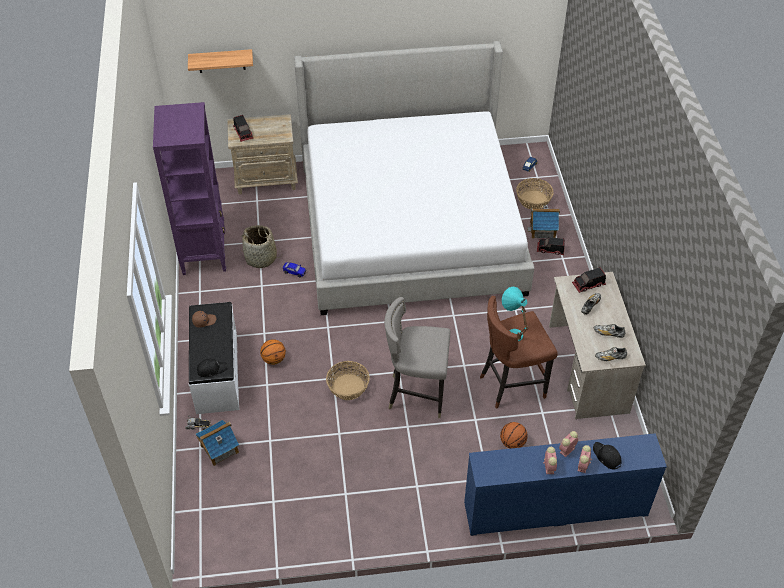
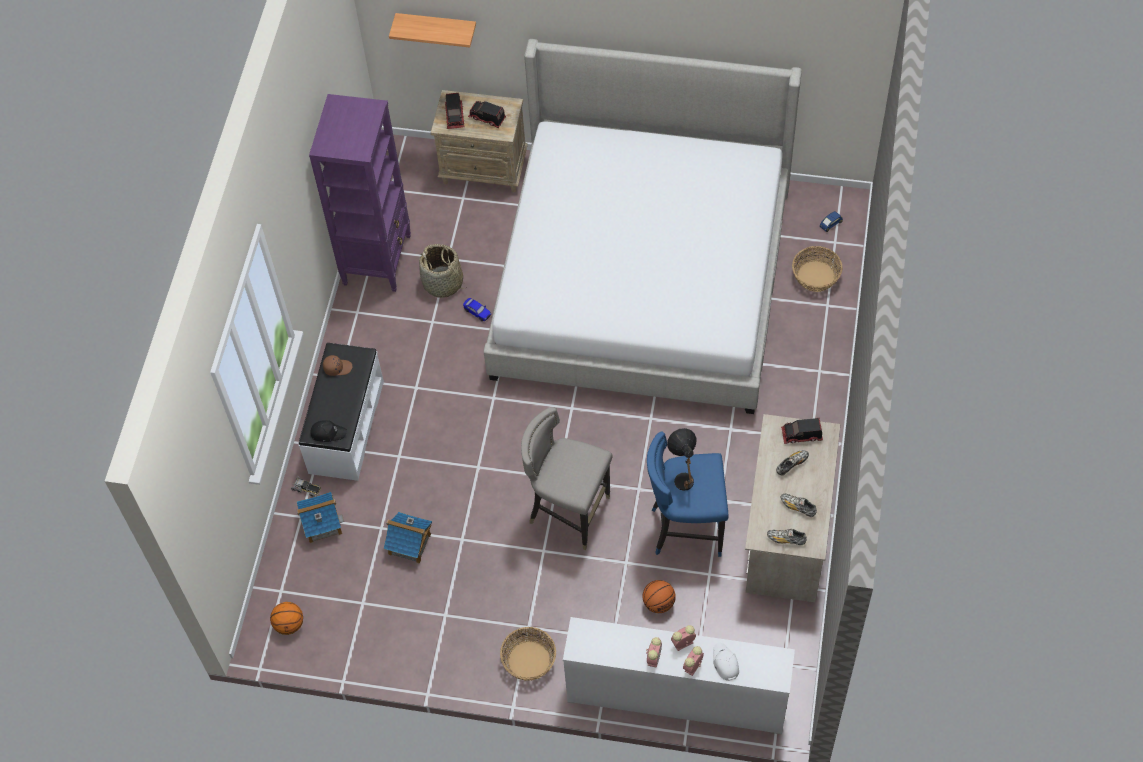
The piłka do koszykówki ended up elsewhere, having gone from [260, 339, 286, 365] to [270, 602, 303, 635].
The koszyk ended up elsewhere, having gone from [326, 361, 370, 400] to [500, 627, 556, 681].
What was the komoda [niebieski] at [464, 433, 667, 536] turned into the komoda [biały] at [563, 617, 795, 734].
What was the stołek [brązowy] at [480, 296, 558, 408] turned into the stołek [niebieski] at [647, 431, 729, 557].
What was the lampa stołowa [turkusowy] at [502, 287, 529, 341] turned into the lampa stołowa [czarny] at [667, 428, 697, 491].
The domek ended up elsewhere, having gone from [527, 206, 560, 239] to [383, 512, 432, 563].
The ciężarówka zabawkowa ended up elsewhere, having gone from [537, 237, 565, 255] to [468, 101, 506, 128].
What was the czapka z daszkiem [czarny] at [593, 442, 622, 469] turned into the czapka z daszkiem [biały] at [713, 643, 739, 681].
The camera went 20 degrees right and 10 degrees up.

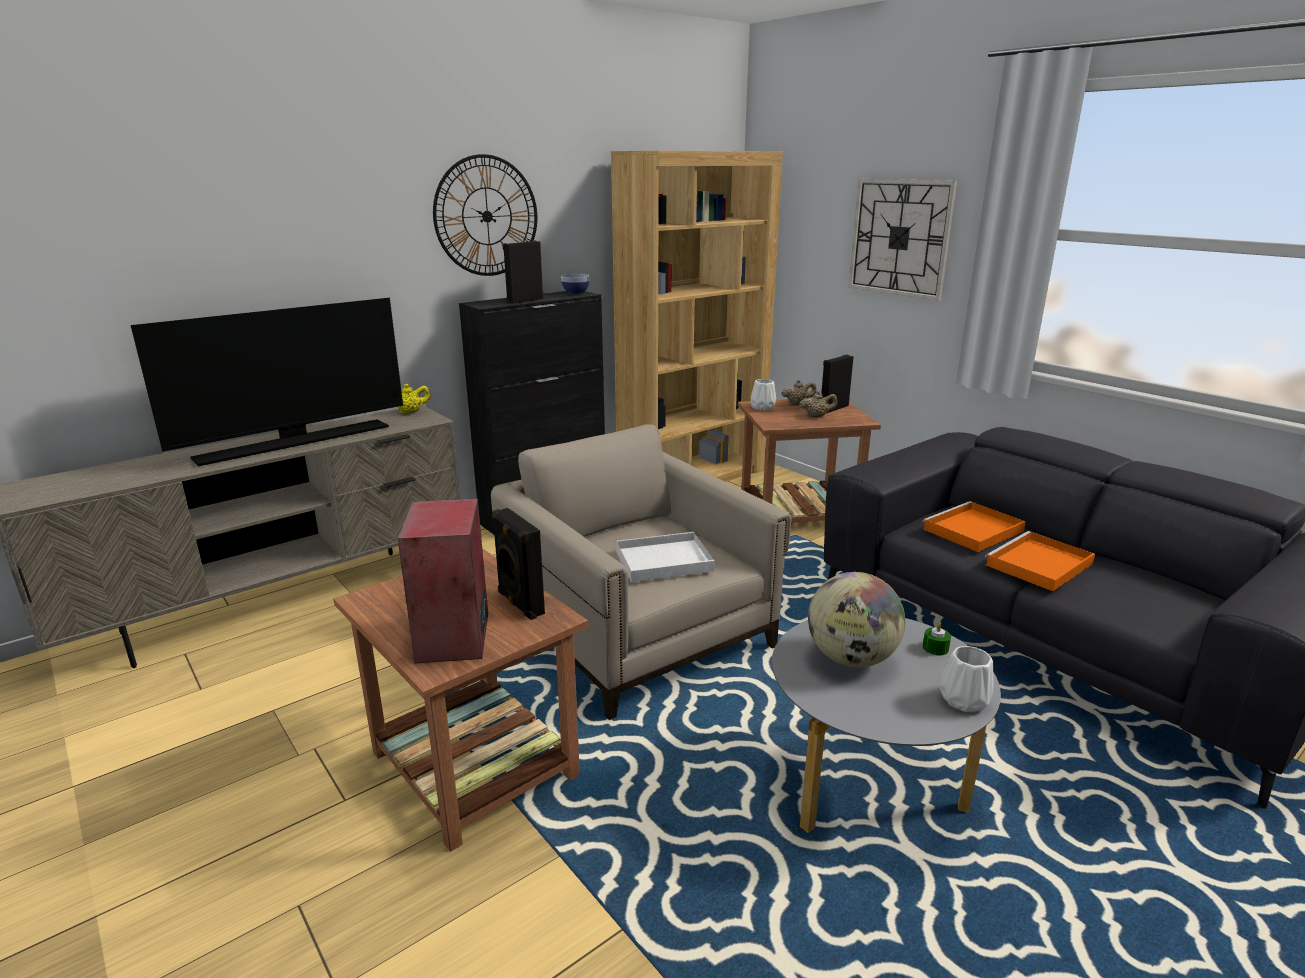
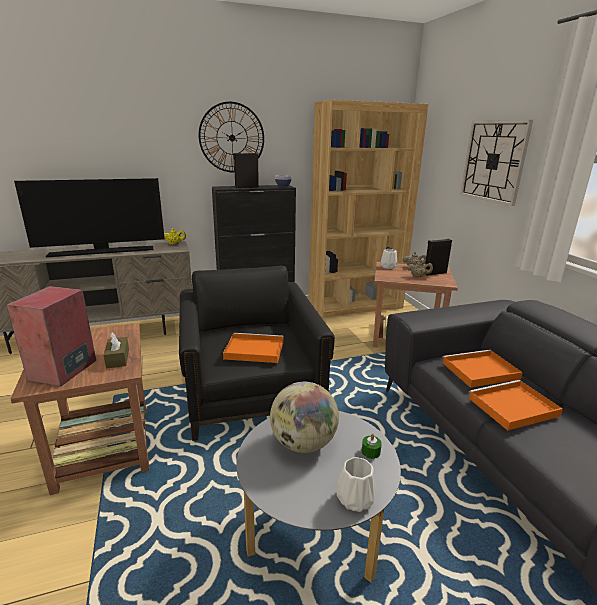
What was the fotel [beżowy] at [491, 424, 792, 720] turned into the fotel [czarny] at [179, 266, 335, 441].
Where the głośnik [czarny] stood at [492, 508, 545, 620], the pudełko chusteczek [brązowy] came to stand at [104, 332, 129, 369].
What was the taca [biały] at [616, 532, 715, 582] turned into the taca [pomarańczowy] at [223, 333, 284, 363].
The camera went 20 degrees right and 0 degrees up.

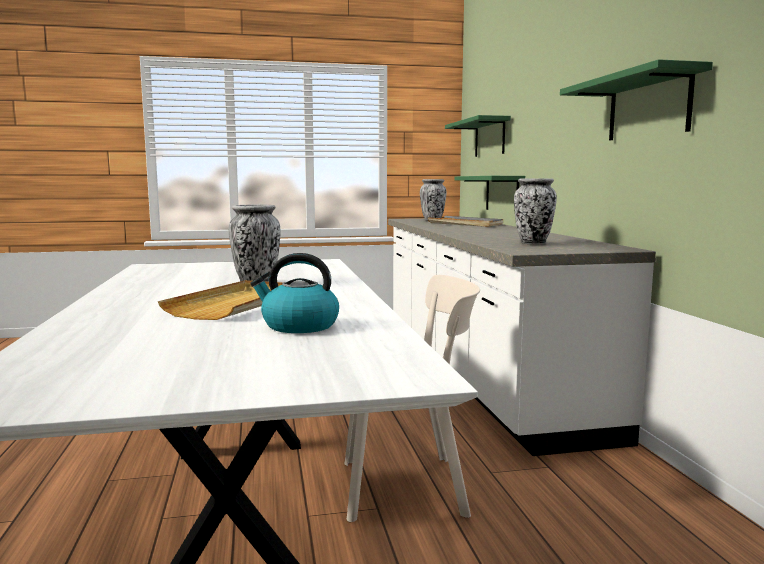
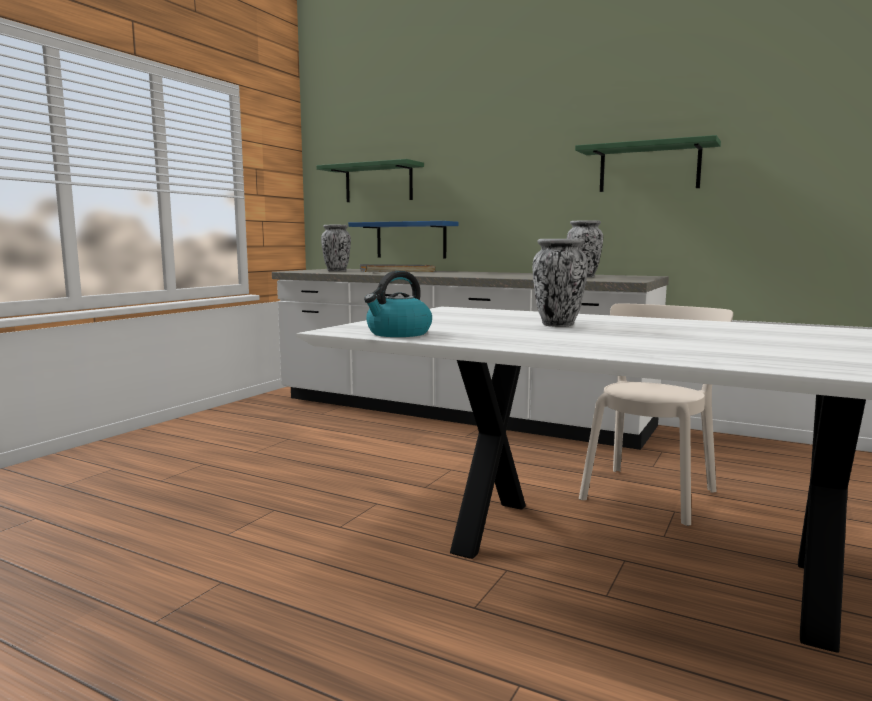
The second view lost the taca [beżowy] at [158, 280, 284, 320].
The czajnik ended up elsewhere, having gone from [250, 253, 339, 333] to [364, 271, 432, 337].
What was the półka [zielony] at [455, 176, 525, 210] turned into the półka [niebieski] at [348, 221, 458, 258].
The camera went 50 degrees left and 0 degrees up.

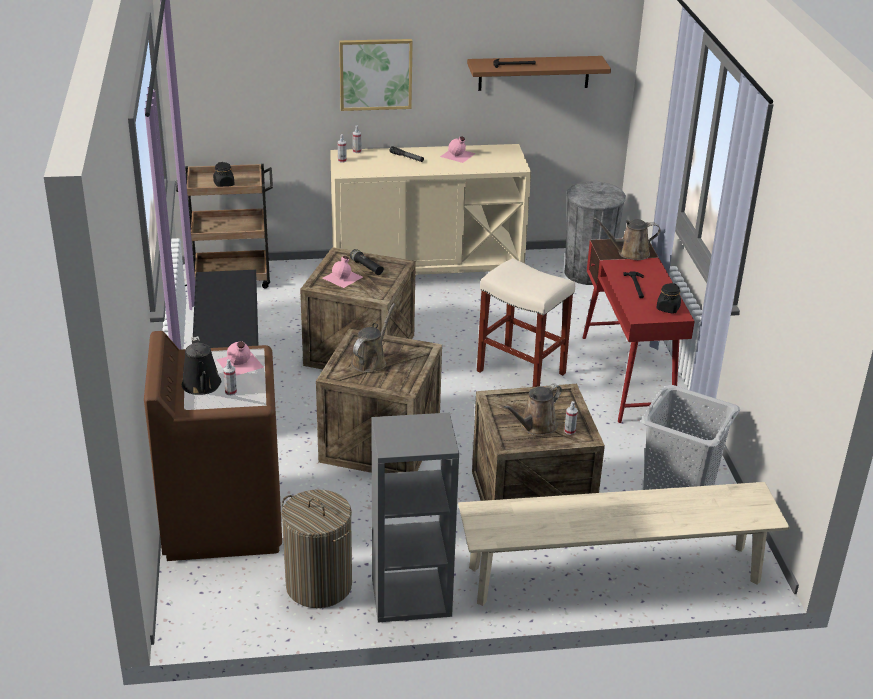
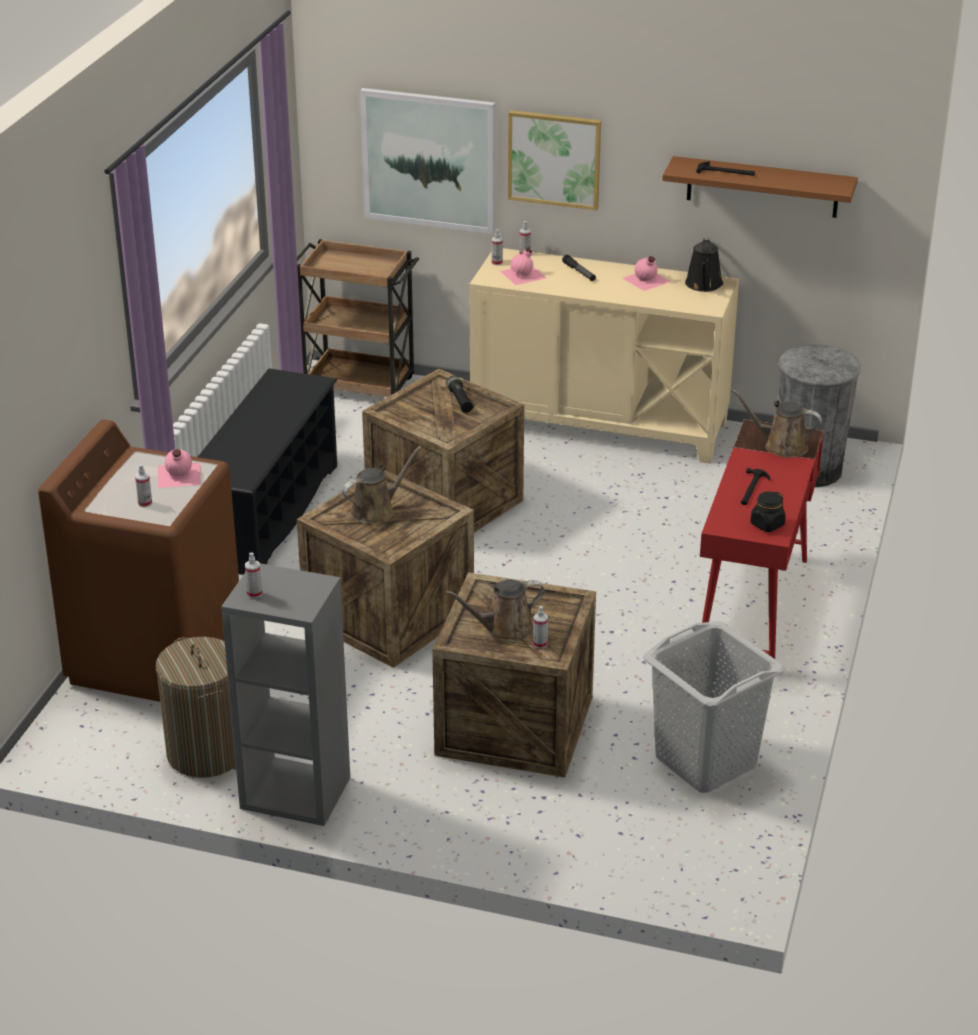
The konewka [czarny] ended up elsewhere, having gone from [182, 336, 221, 395] to [685, 238, 723, 292].
The second view lost the słoik [czarny] at [213, 162, 234, 187].
The butelka [różowy] ended up elsewhere, having gone from [323, 256, 363, 288] to [500, 249, 546, 285].
The second view lost the ławka [beżowy] at [458, 482, 790, 606].
The second view lost the stołek [beżowy] at [477, 258, 575, 387].
The second view gained the spryskiwacz at [245, 552, 262, 598].
The second view gained the obraz at [360, 88, 495, 234].
The camera went 25 degrees right and 0 degrees up.

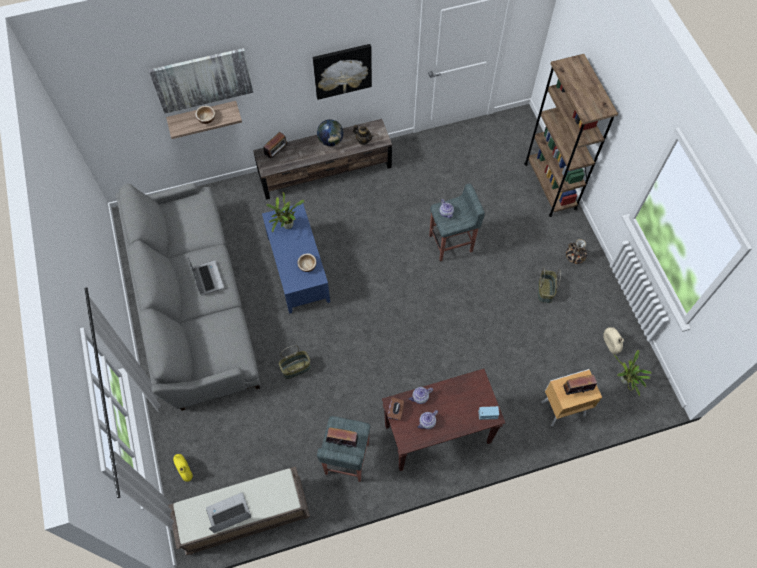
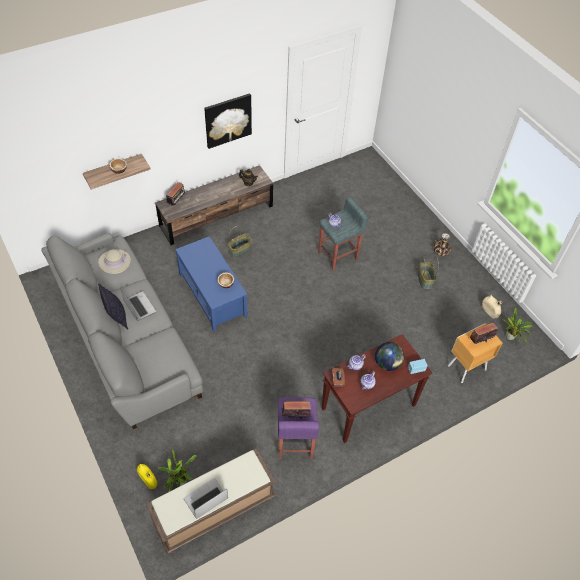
The second view lost the obraz at [149, 48, 253, 113].
The roślina doniczkowa ended up elsewhere, having gone from [266, 192, 305, 232] to [158, 450, 196, 492].
The koszyk ended up elsewhere, having gone from [279, 345, 311, 379] to [228, 226, 252, 258].
The globus ended up elsewhere, having gone from [317, 119, 343, 146] to [375, 342, 404, 371].
What was the stołek [szary] at [317, 416, 370, 482] turned into the stołek [fioletowy] at [278, 397, 319, 459].
The second view lost the regał [brązowy] at [524, 54, 618, 217].
The second view gained the kapelusz [beżowy] at [98, 249, 131, 274].
The second view gained the poduszka at [98, 284, 128, 330].
The camera went 15 degrees left and 10 degrees down.

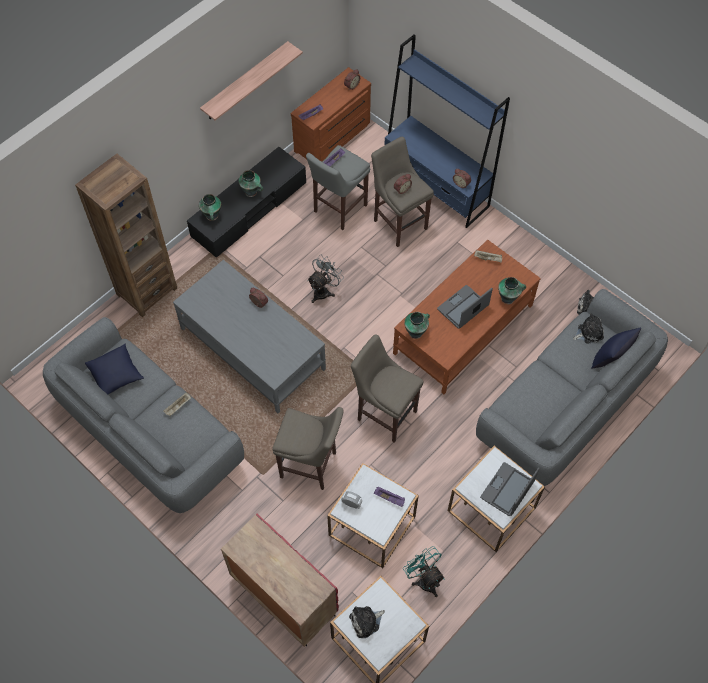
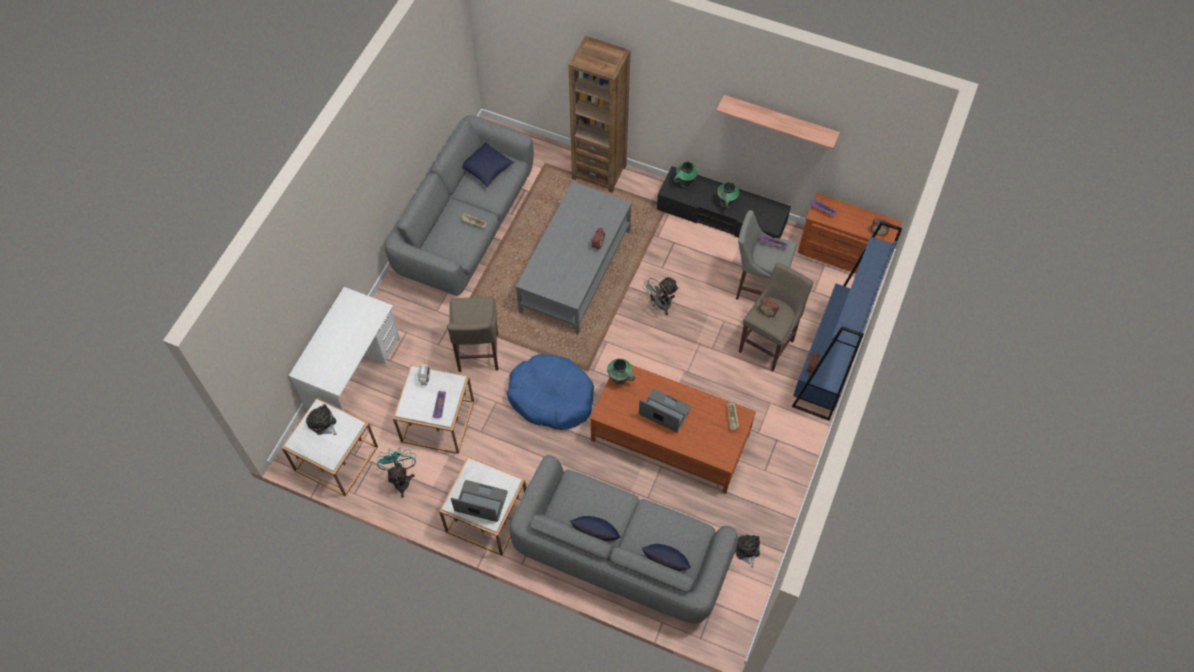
Where the szafka [czerwony] stood at [221, 513, 339, 647], the biurko [biały] came to stand at [288, 287, 400, 411].
The wentylator [szary] at [307, 255, 343, 303] ended up facing another way, 120 degrees clockwise from before.
Where the stołek [beżowy] stood at [351, 334, 424, 443], the legowisko [niebieski] came to stand at [507, 354, 594, 430].
The wentylator [turkusowy] at [403, 546, 445, 597] ended up facing another way, 45 degrees counterclockwise from before.
The second view lost the wazon at [498, 277, 526, 304].
The second view lost the pluszak at [573, 313, 604, 344].
The second view gained the poduszka [niebieski] at [570, 516, 620, 541].
The camera went 70 degrees right and 0 degrees up.

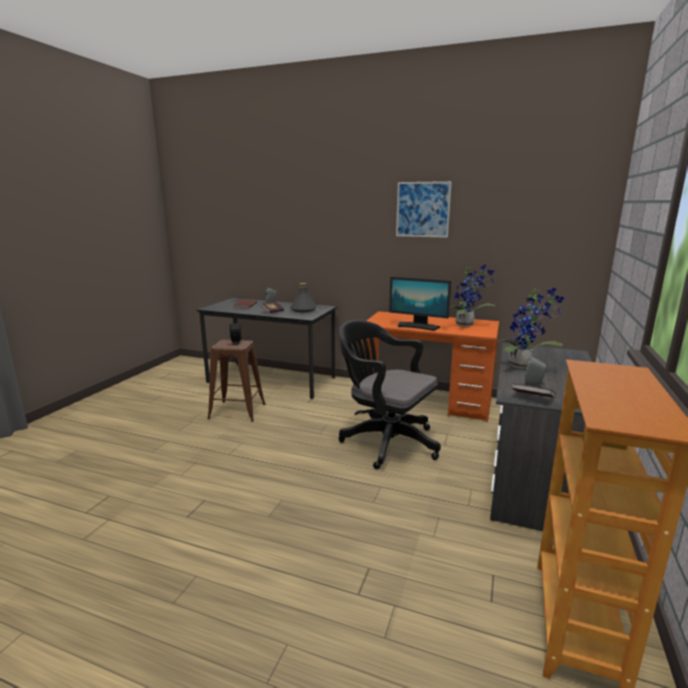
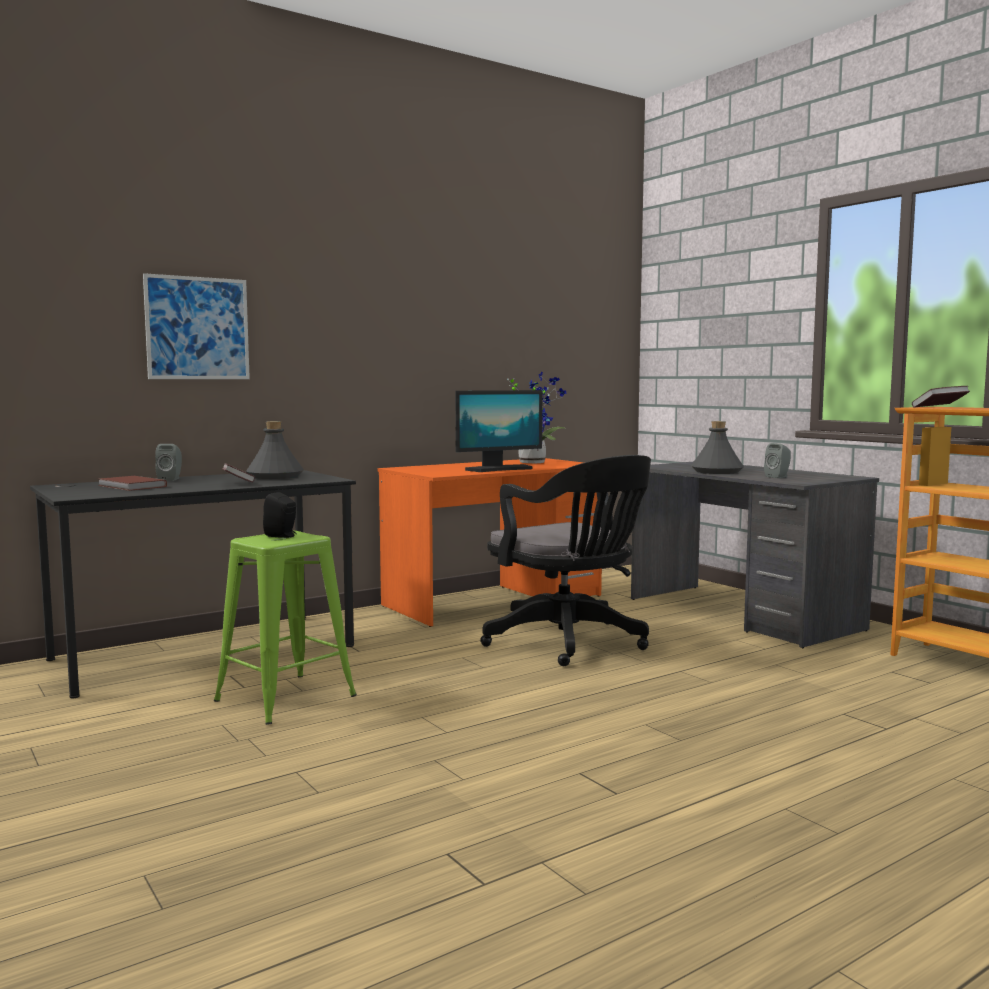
What was the stołek [brązowy] at [207, 339, 265, 422] turned into the stołek [zielony] at [214, 531, 357, 725].
The krzesło biurowe [czarny] at [338, 320, 441, 469] ended up facing another way, 105 degrees counterclockwise from before.
The obraz ended up elsewhere, having gone from [396, 181, 452, 238] to [143, 273, 250, 379].
Where the roślina doniczkowa stood at [496, 288, 564, 369], the butelka [szary] came to stand at [691, 421, 744, 474].
The książka ended up elsewhere, having gone from [512, 383, 556, 398] to [912, 386, 970, 408].
The camera went 55 degrees left and 10 degrees down.

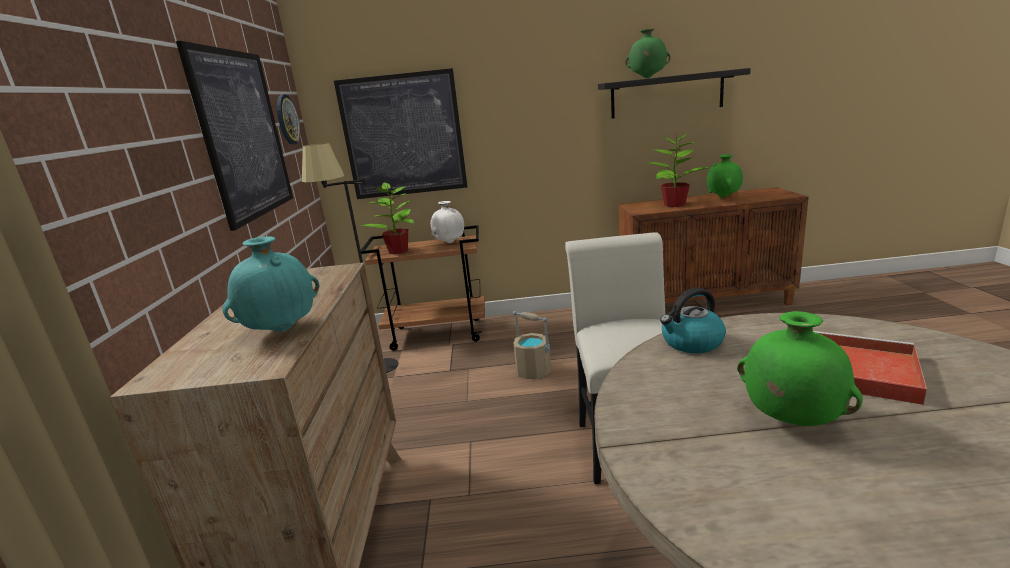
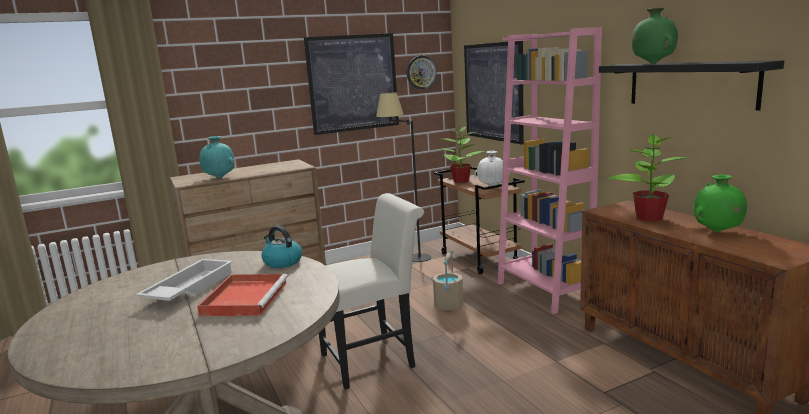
Where the wazon [zielony] stood at [737, 311, 863, 426], the taca [biały] came to stand at [136, 259, 233, 301].
The second view gained the regał [różowy] at [498, 27, 602, 314].
The camera went 65 degrees right and 5 degrees down.

